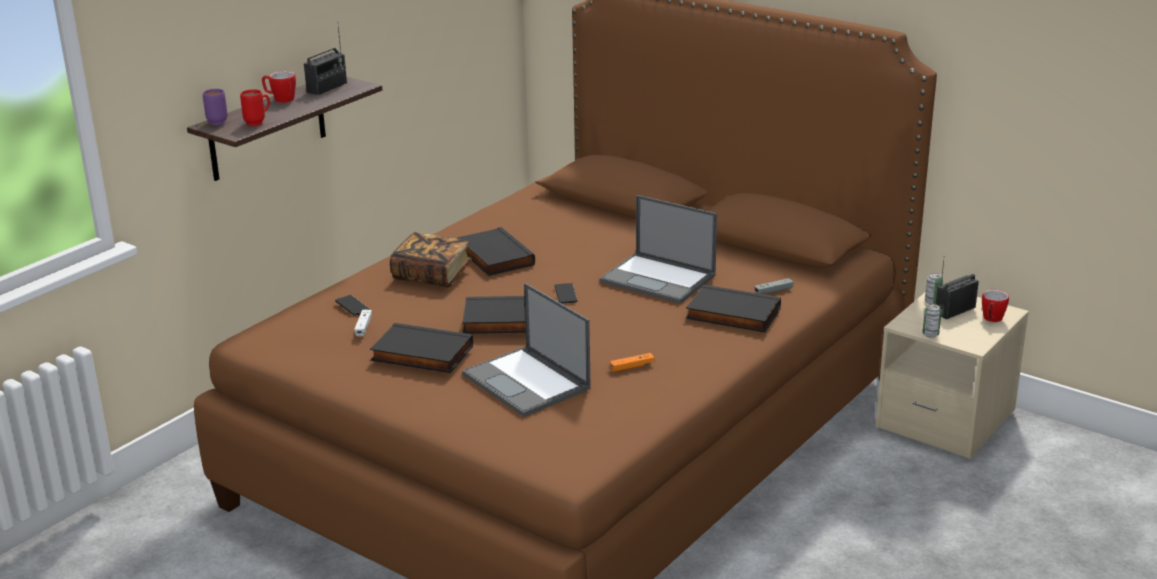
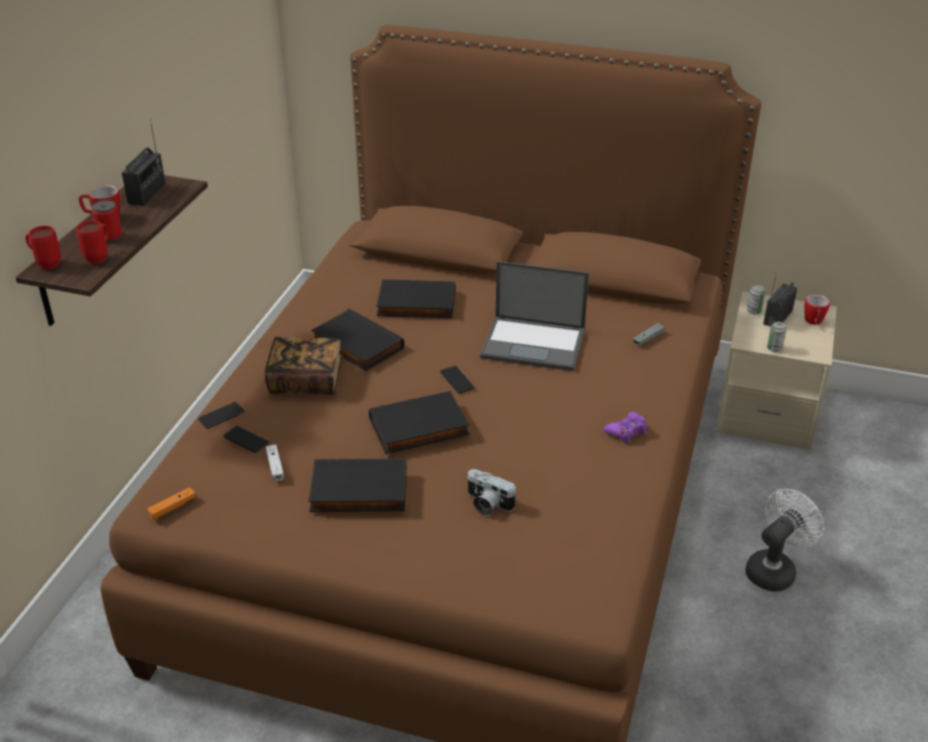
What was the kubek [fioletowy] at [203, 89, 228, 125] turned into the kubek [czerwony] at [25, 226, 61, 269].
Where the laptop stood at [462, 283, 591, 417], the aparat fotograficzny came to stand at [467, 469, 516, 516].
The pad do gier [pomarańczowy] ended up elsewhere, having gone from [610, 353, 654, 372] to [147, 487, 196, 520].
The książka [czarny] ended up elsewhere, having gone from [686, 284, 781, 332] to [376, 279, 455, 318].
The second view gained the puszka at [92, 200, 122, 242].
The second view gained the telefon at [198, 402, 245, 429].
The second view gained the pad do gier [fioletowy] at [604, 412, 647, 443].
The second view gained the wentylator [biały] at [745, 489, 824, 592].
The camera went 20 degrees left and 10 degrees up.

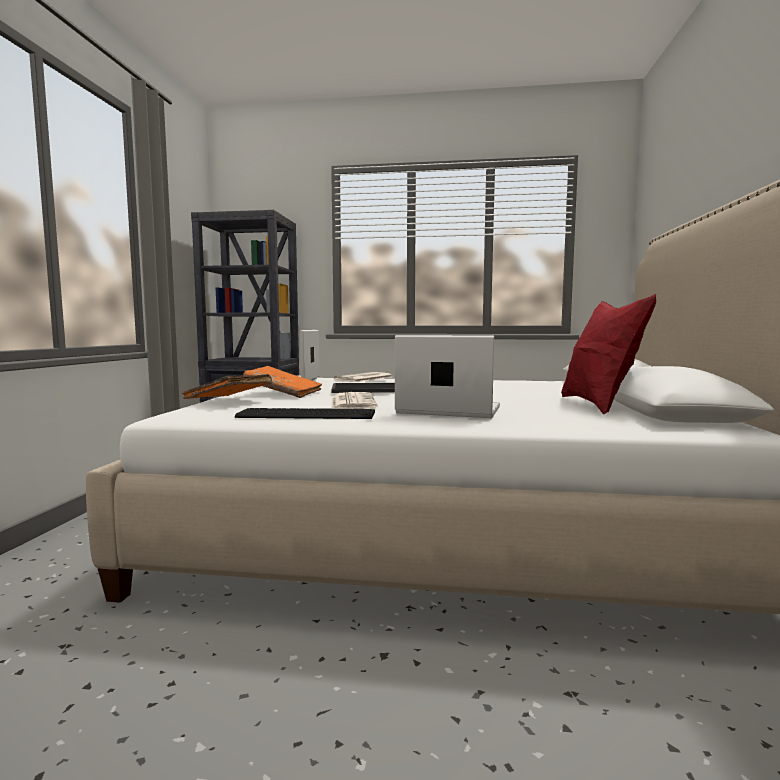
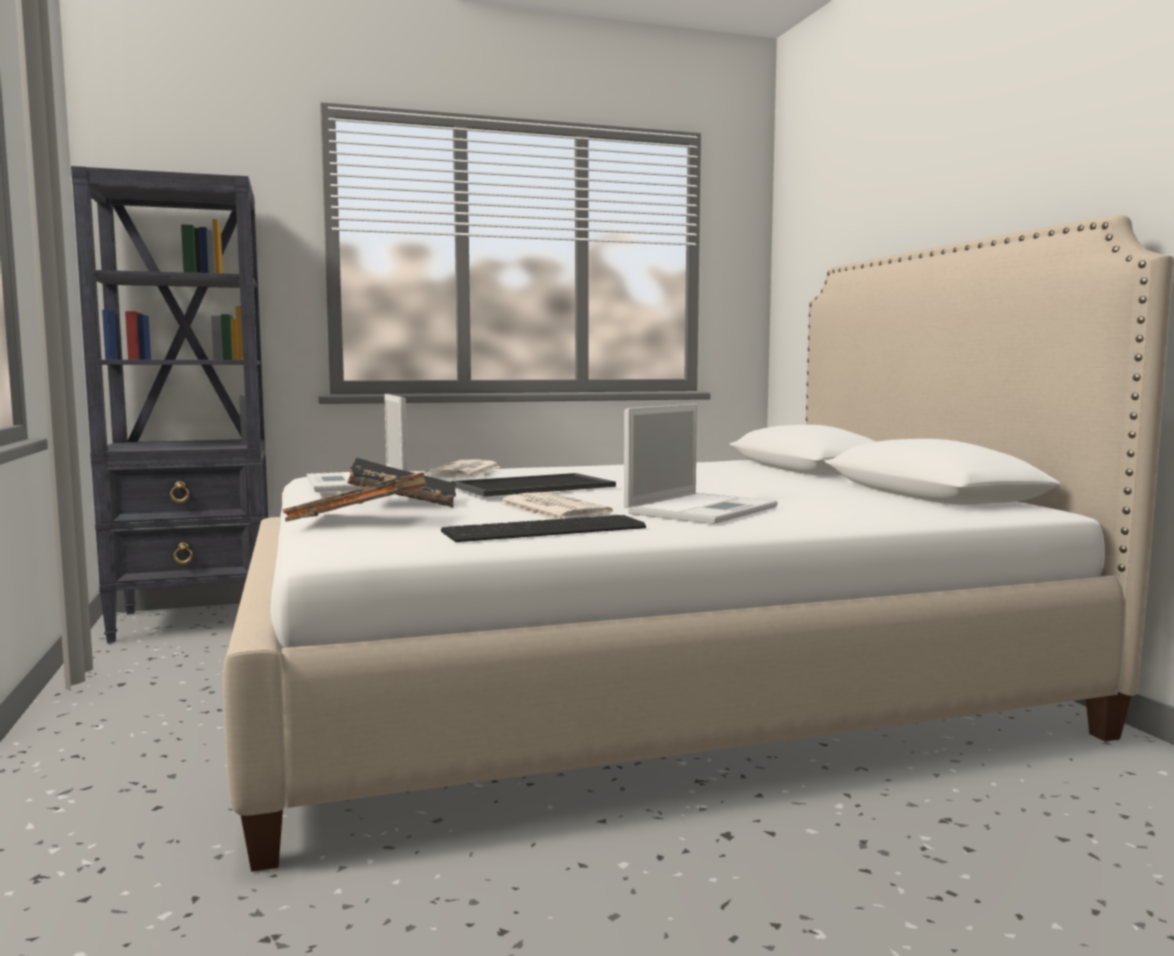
What was the książka [pomarańczowy] at [243, 366, 322, 398] turned into the książka [czarny] at [347, 458, 456, 508].
The laptop at [395, 335, 500, 418] ended up facing another way, 135 degrees clockwise from before.
The second view lost the poduszka [czerwony] at [561, 294, 656, 414].
The camera went 25 degrees left and 0 degrees up.

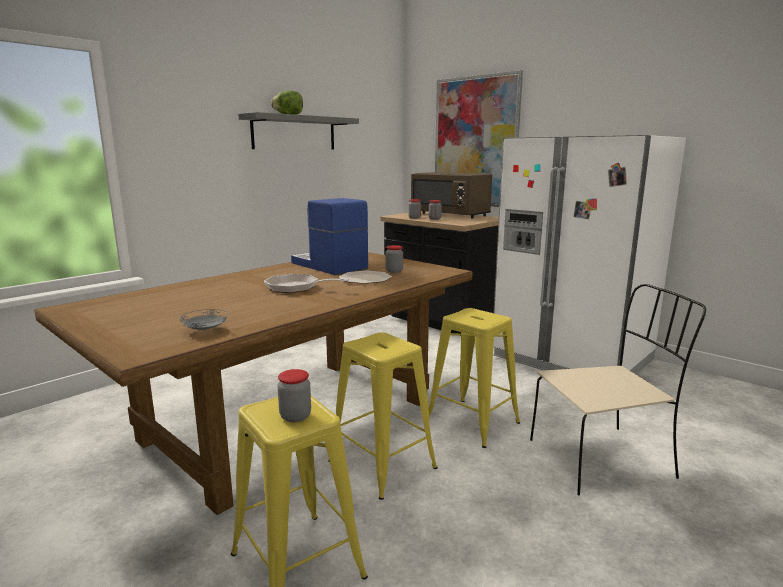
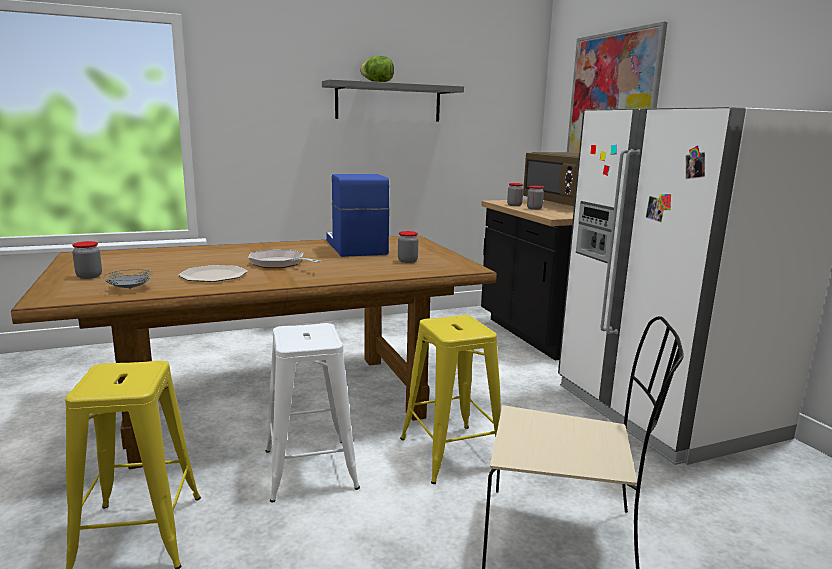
The słoik ended up elsewhere, having gone from [278, 369, 311, 422] to [72, 241, 102, 279].
What was the stołek [żółty] at [328, 332, 438, 500] turned into the stołek [biały] at [266, 323, 360, 503].
The talerz ended up elsewhere, having gone from [339, 271, 392, 284] to [178, 265, 248, 282].
The camera went 25 degrees right and 0 degrees up.

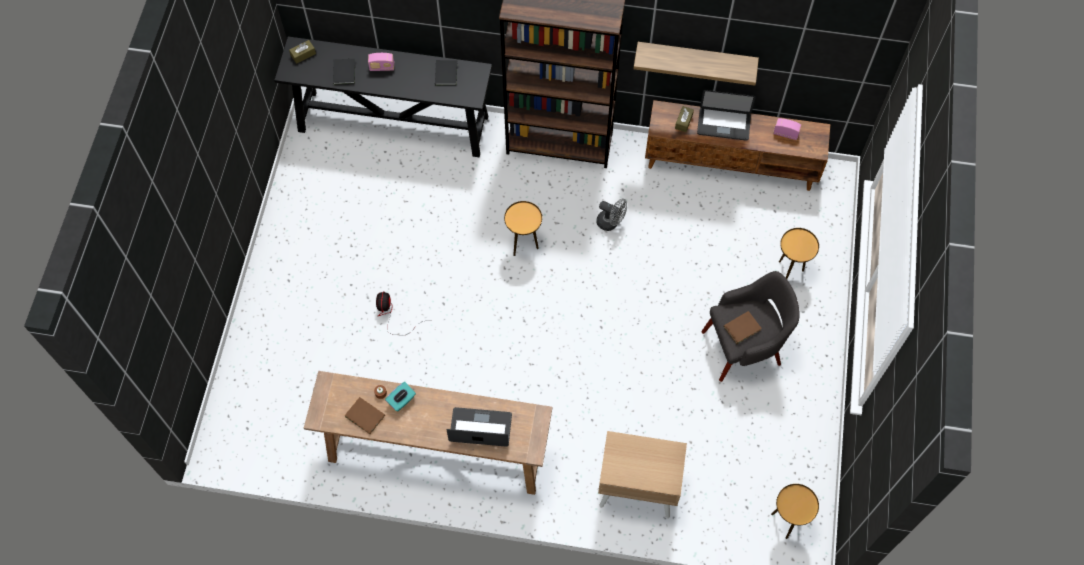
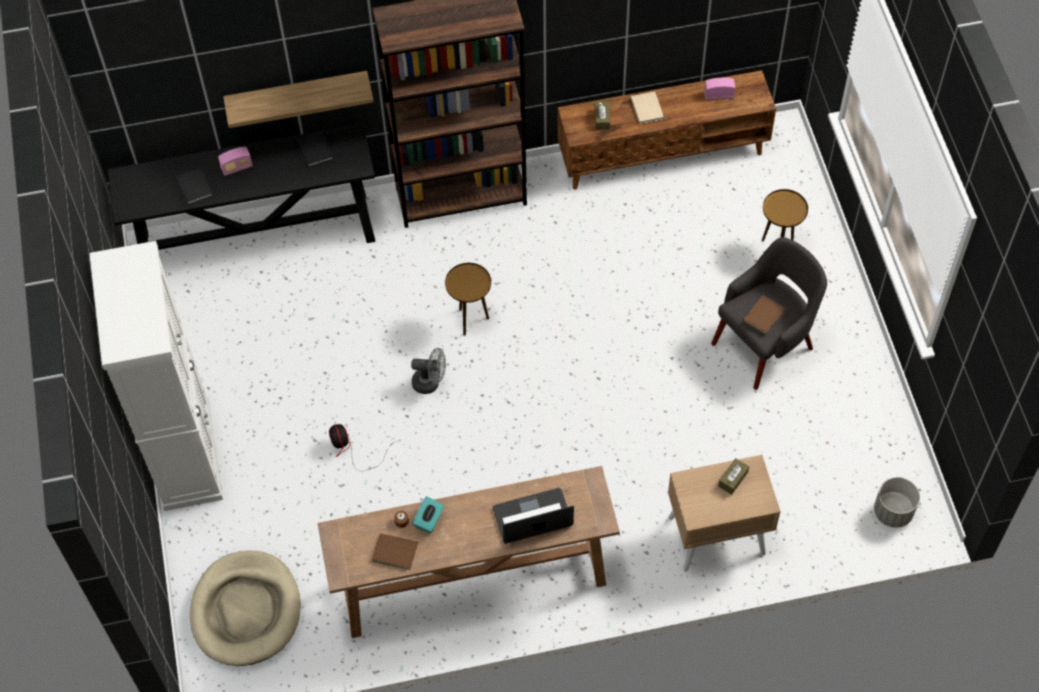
The pudełko chusteczek [brązowy] ended up elsewhere, having gone from [289, 40, 316, 64] to [718, 458, 749, 495].
The wentylator [szary] ended up elsewhere, having gone from [596, 199, 627, 231] to [411, 348, 446, 394].
The półka ended up elsewhere, having gone from [633, 42, 759, 86] to [223, 71, 374, 128].
Where the laptop stood at [697, 90, 756, 141], the książka [beżowy] came to stand at [631, 92, 664, 124].
Where the stolik [brązowy] stood at [771, 484, 819, 539], the donica [szary] came to stand at [874, 477, 920, 528].
The second view gained the szafka [biały] at [89, 241, 223, 511].
The second view gained the legowisko [beżowy] at [190, 551, 301, 666].
The camera went 20 degrees left and 5 degrees down.

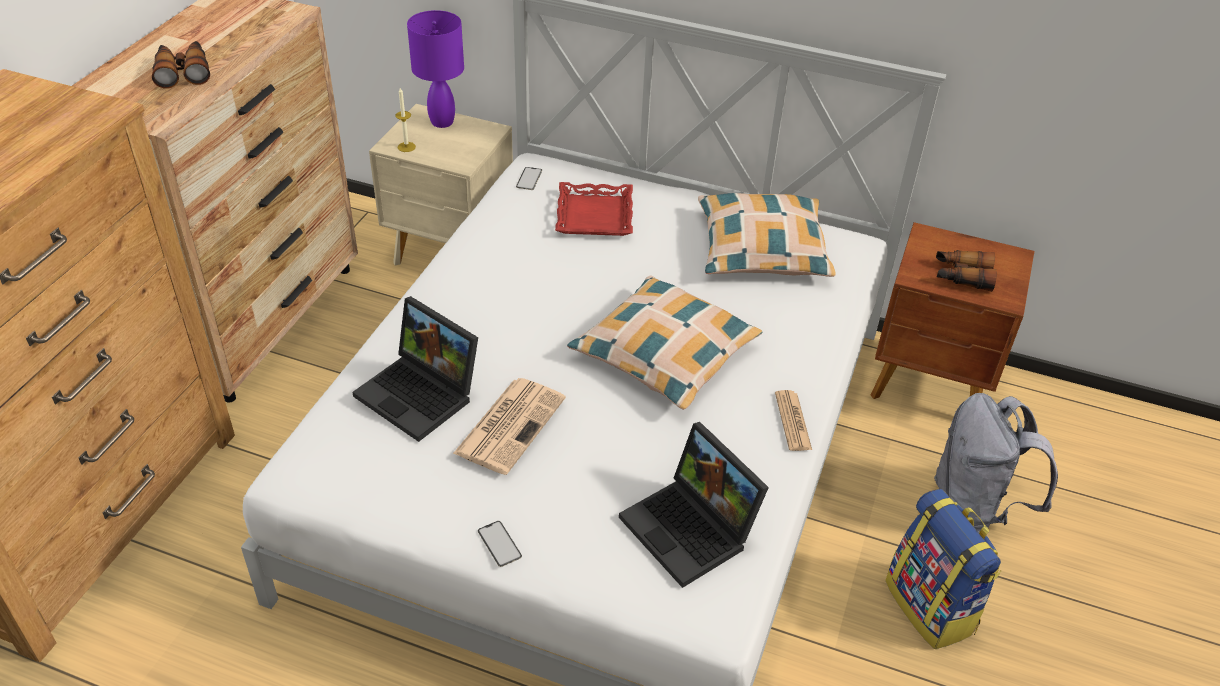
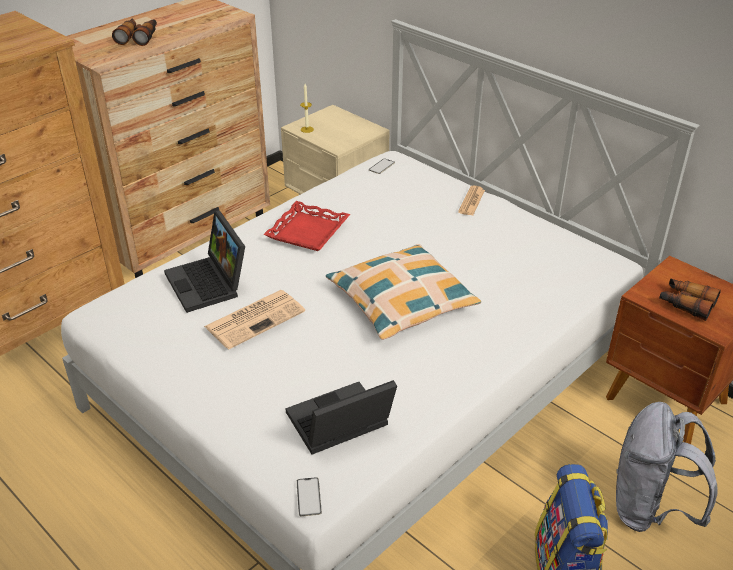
The second view lost the lampa stołowa [fioletowy] at [407, 10, 464, 128].
The telefon ended up elsewhere, having gone from [478, 521, 522, 567] to [297, 477, 322, 517].
The taca [czerwony] ended up elsewhere, having gone from [555, 182, 633, 236] to [263, 201, 350, 251].
The laptop at [619, 422, 769, 588] ended up facing another way, 75 degrees clockwise from before.
The second view lost the poduszka at [698, 193, 836, 277].
The gazeta ended up elsewhere, having gone from [775, 390, 812, 451] to [458, 186, 485, 215].
The camera went 25 degrees right and 5 degrees down.

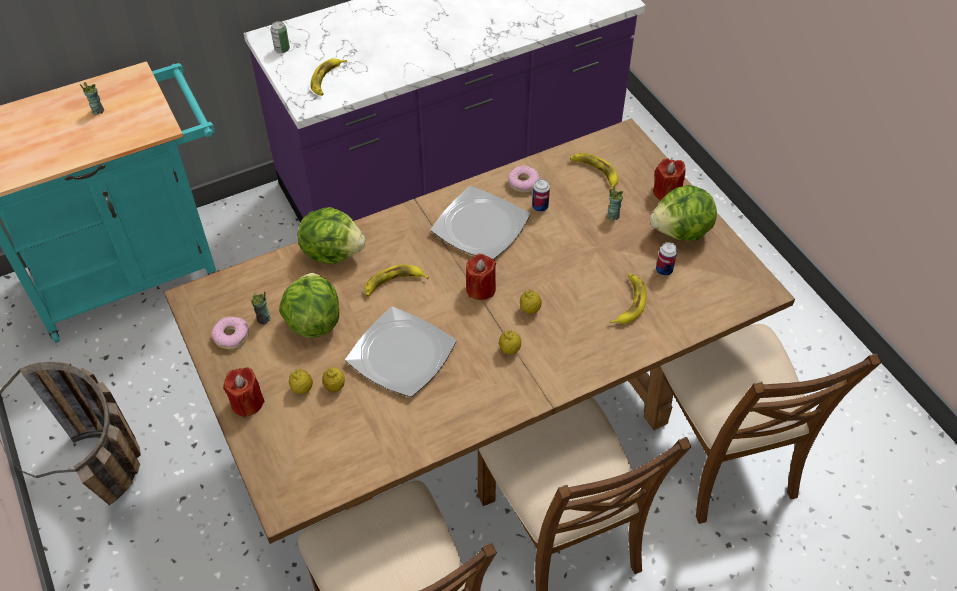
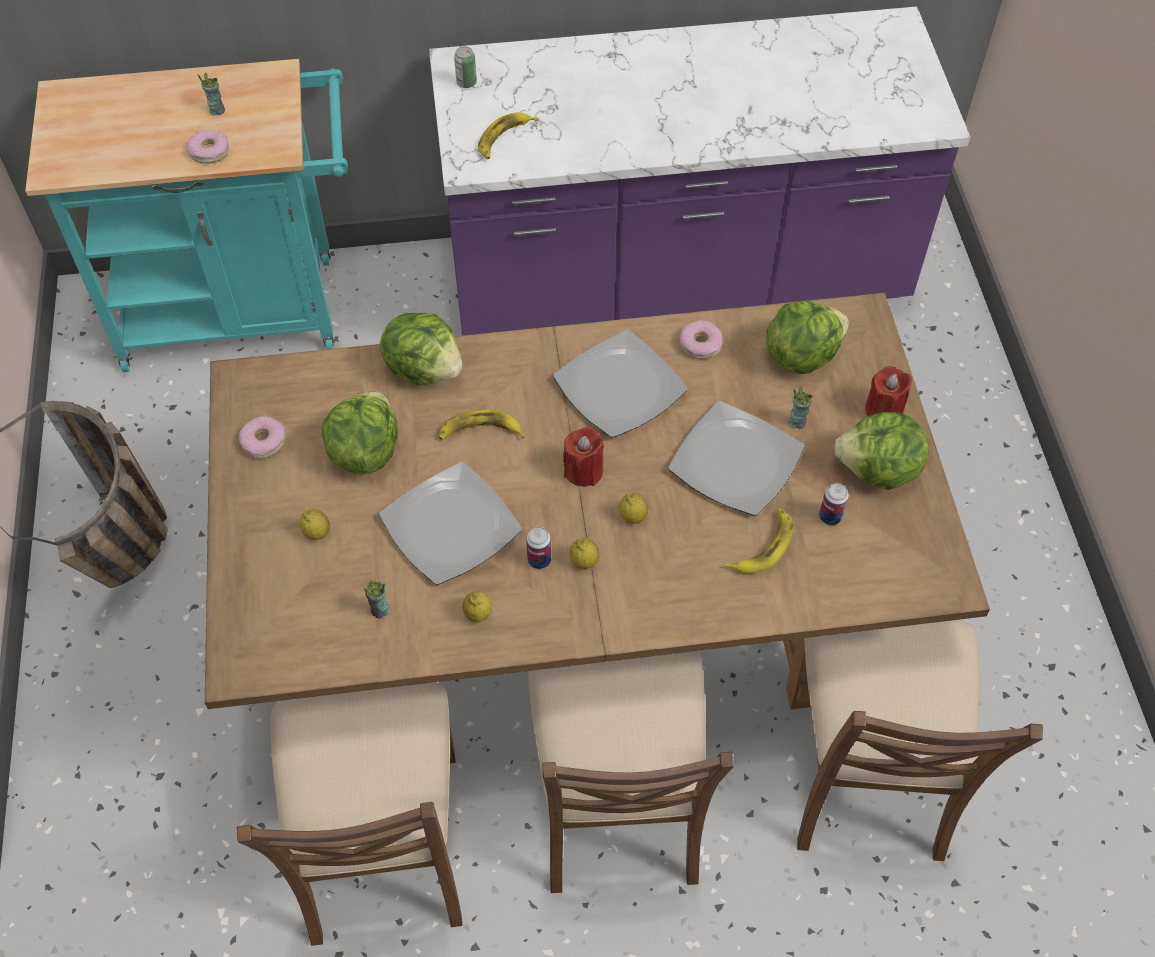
The second view lost the świeca [czerwony] at [223, 367, 265, 418].
The filiżanka ended up elsewhere, having gone from [251, 291, 271, 325] to [364, 577, 390, 618].
The cytryna ended up elsewhere, having gone from [322, 367, 345, 392] to [463, 591, 492, 622].
The puszka ended up elsewhere, having gone from [532, 179, 550, 212] to [526, 527, 551, 569].
Where the banan stood at [570, 153, 618, 190], the sałata came to stand at [766, 301, 849, 374].
The second view gained the donut at [187, 129, 229, 164].
The second view gained the talerz at [668, 401, 805, 516].
The camera went 20 degrees right and 5 degrees up.

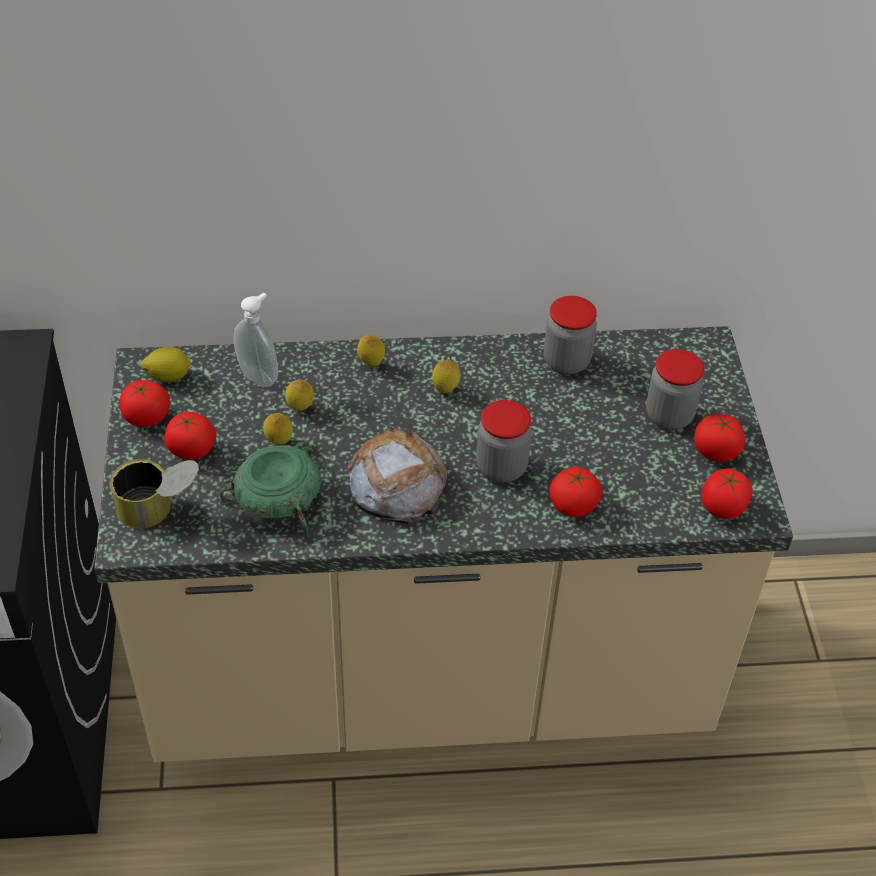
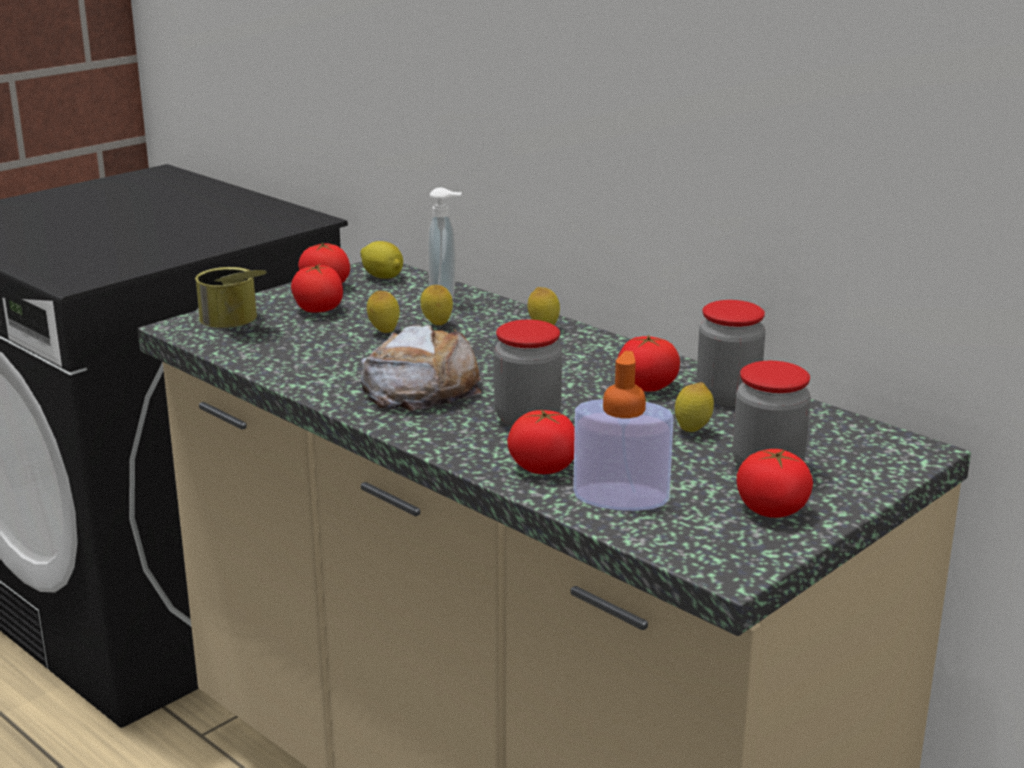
The second view lost the miska [zielony] at [220, 442, 321, 537].
The cytryna ended up elsewhere, having gone from [432, 359, 460, 394] to [675, 382, 714, 432].
The pomidor ended up elsewhere, having gone from [701, 468, 752, 519] to [618, 334, 680, 392].
The second view gained the dozownik mydła at [573, 351, 674, 511].
The camera went 50 degrees right and 25 degrees down.

